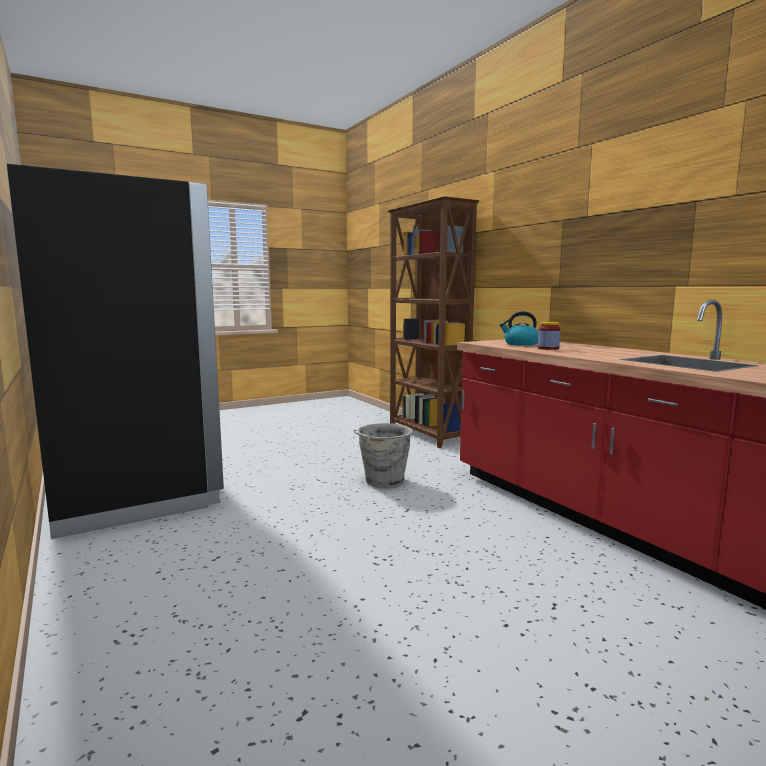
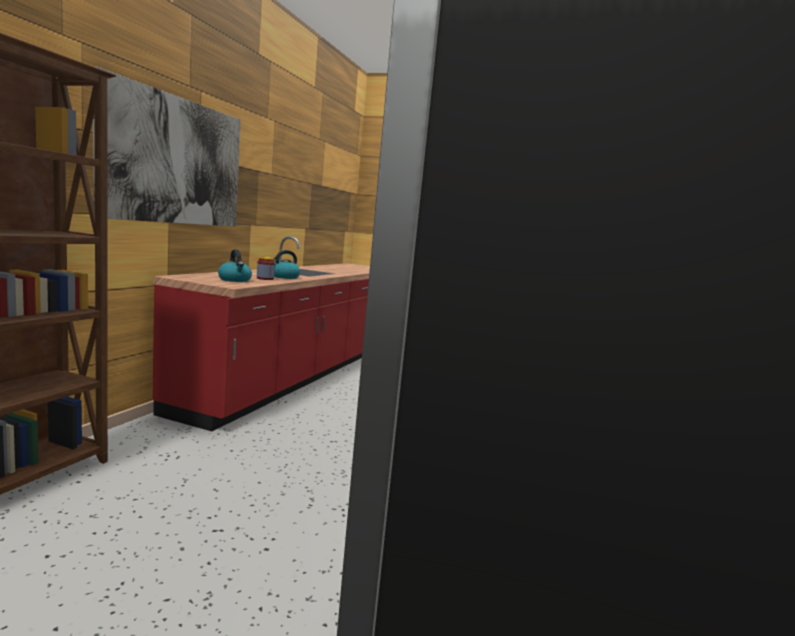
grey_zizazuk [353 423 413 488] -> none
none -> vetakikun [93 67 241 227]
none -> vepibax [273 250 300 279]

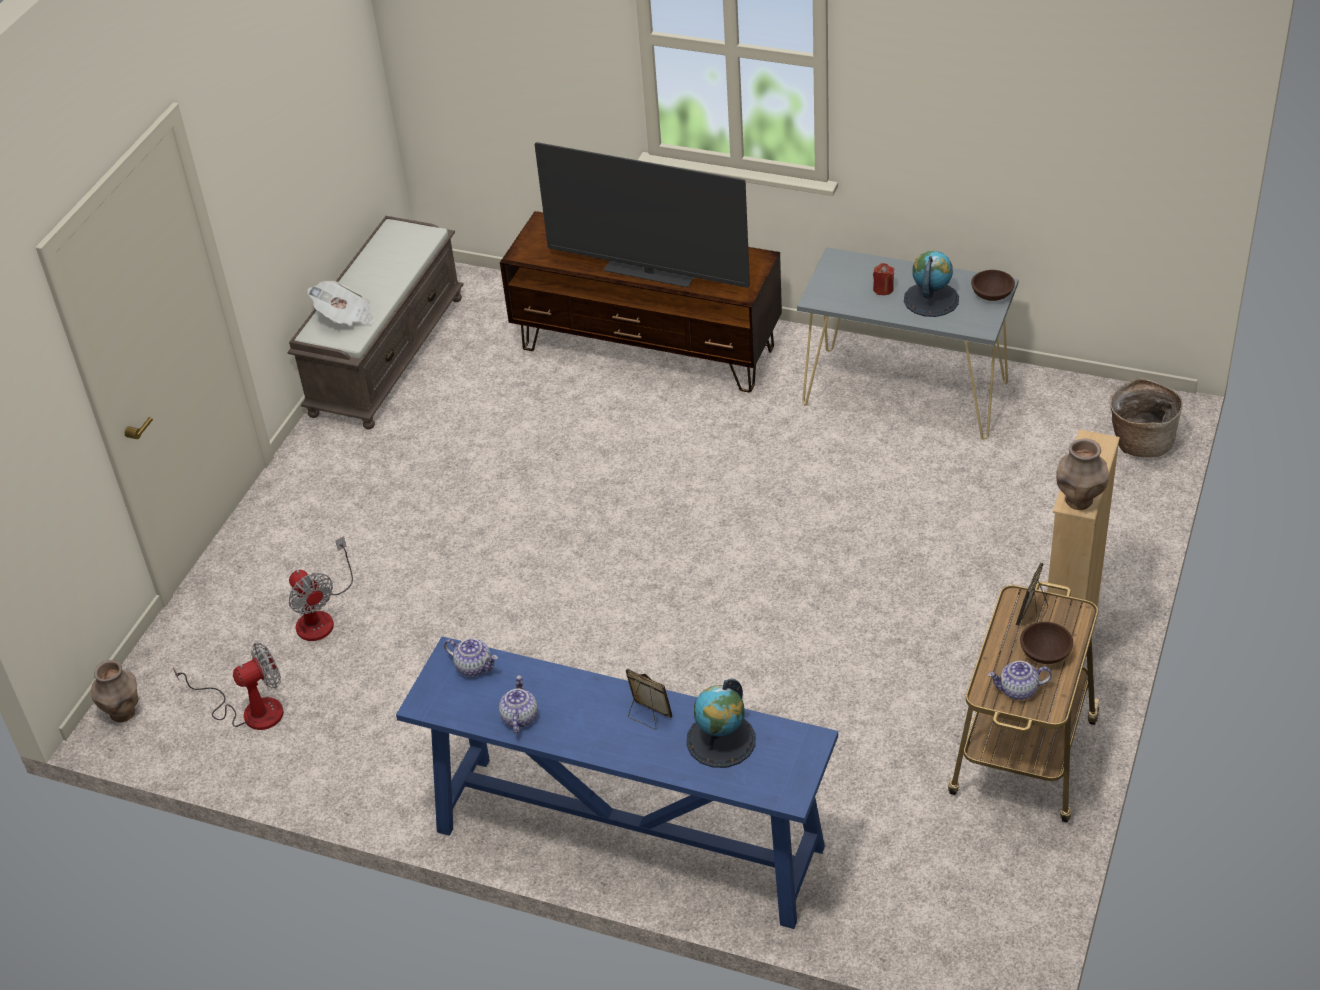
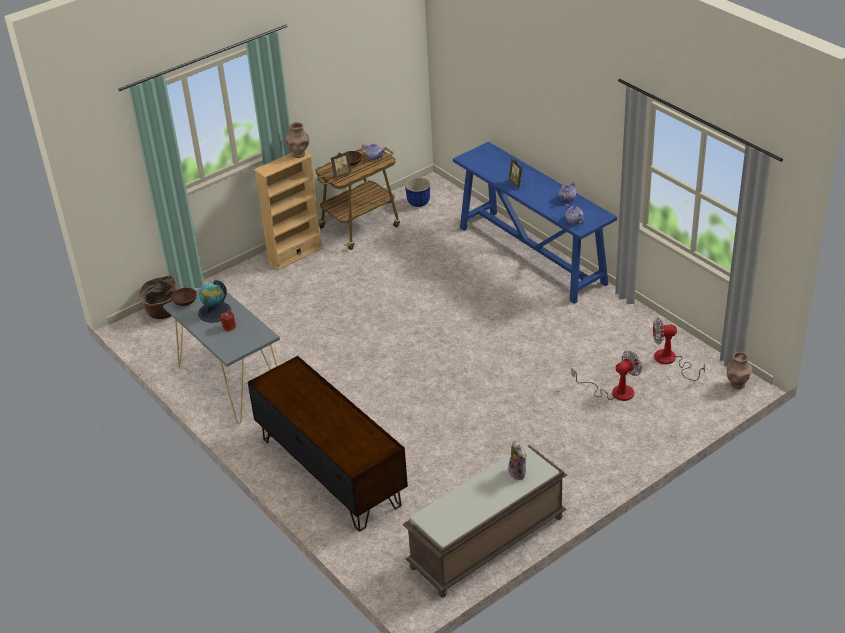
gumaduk [288 536 353 641] -> gumaduk [571 351 642 401], 60 degrees clockwise
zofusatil [307 281 374 325] -> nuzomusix [508 441 527 480]
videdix [535 142 750 288] -> none
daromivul [686 679 756 768] -> none
none -> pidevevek [405 178 430 207]

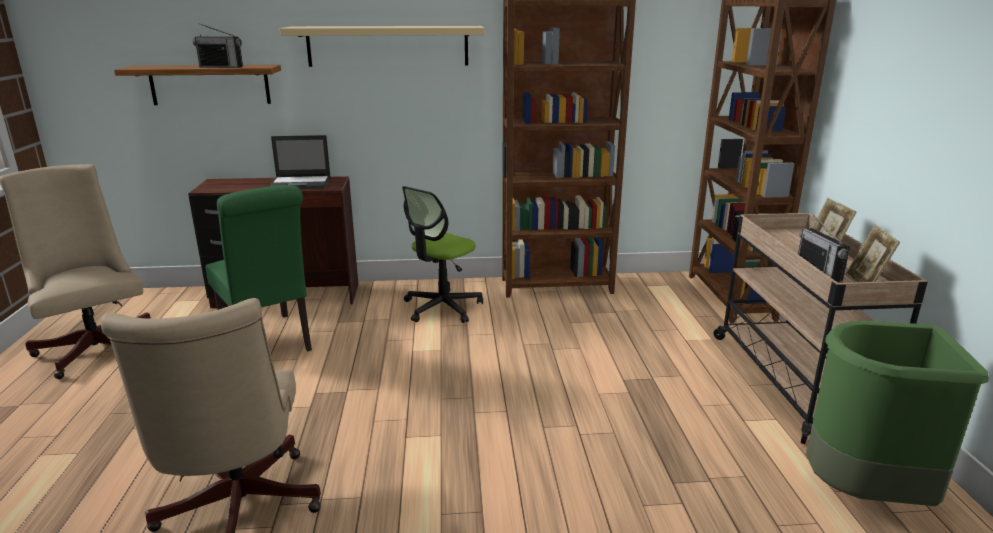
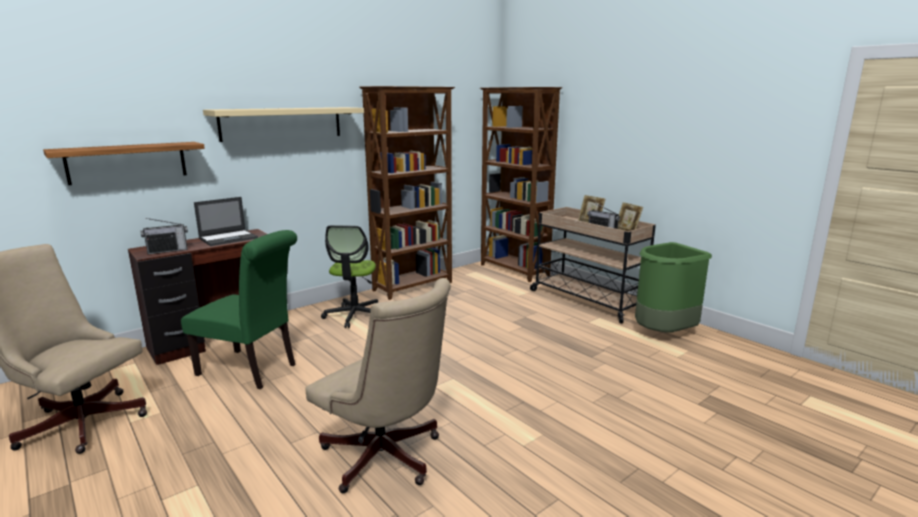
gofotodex [193 23 243 68] -> gofotodex [140 218 188 255], shifted

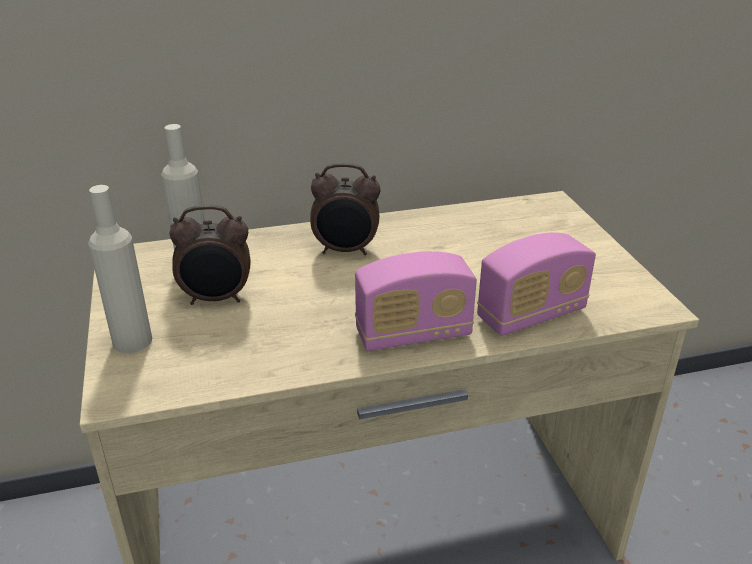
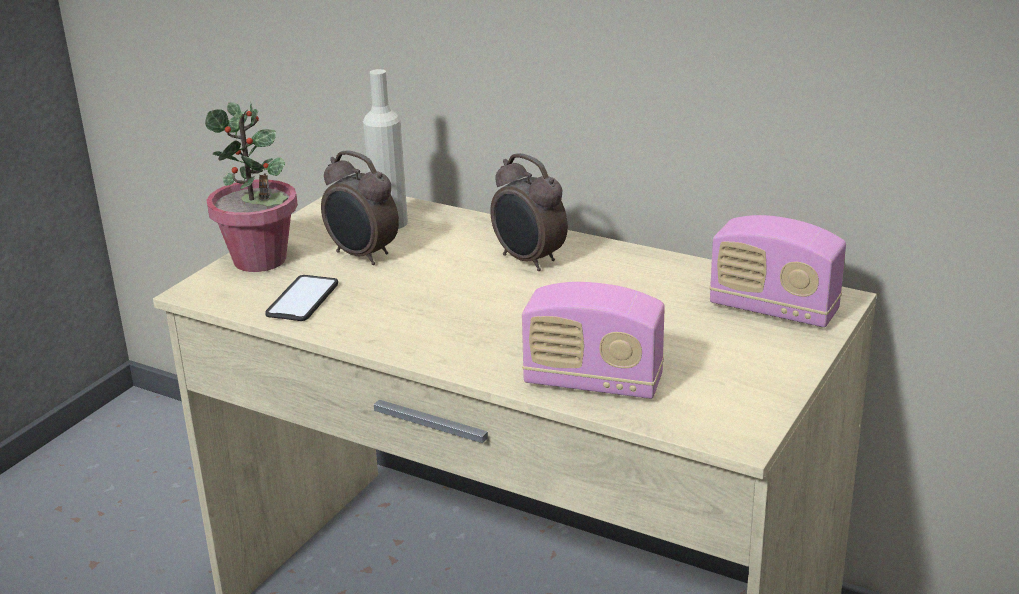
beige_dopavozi [88 185 152 353] -> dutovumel [205 102 298 272]
gofotodex [355 251 477 351] -> gofotodex [709 215 846 328], shifted
none -> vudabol [265 275 338 321]

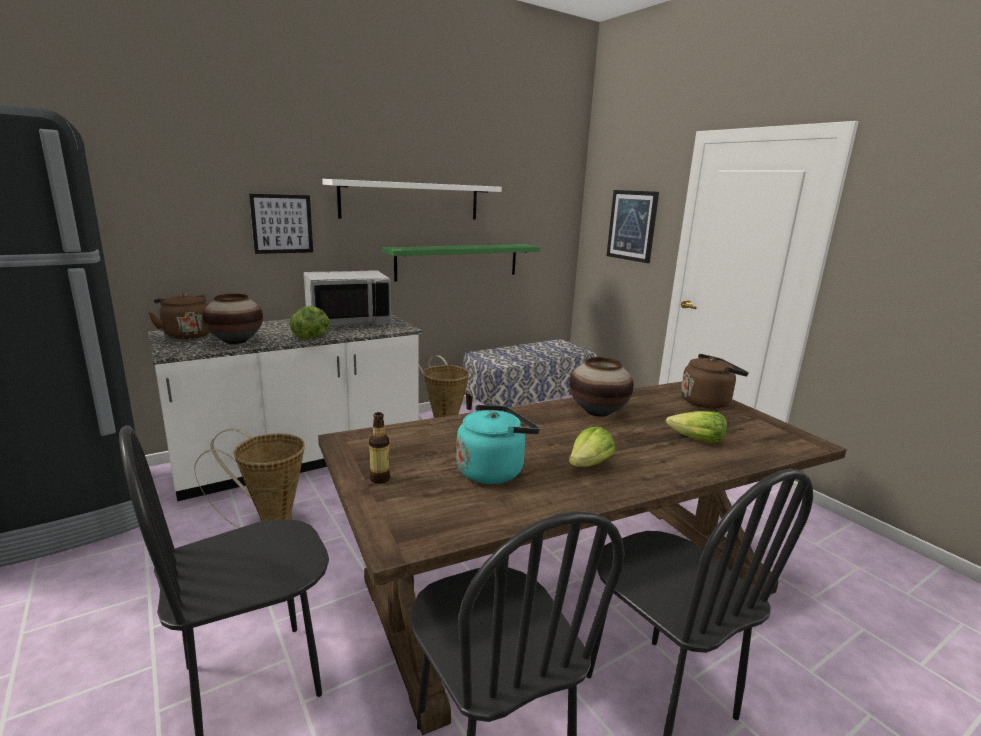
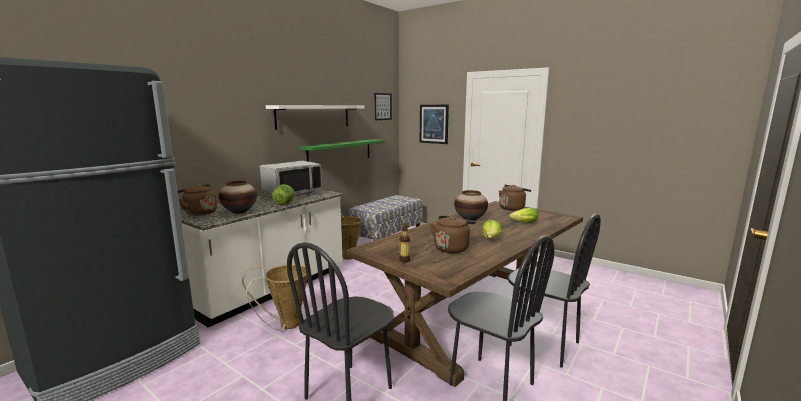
vetakikun [249 194 313 254] -> vetakikun [374 93 392 120], shifted
turquoise_vepibax [456 405 540 484] -> brown_vepibax [430 216 476 253]

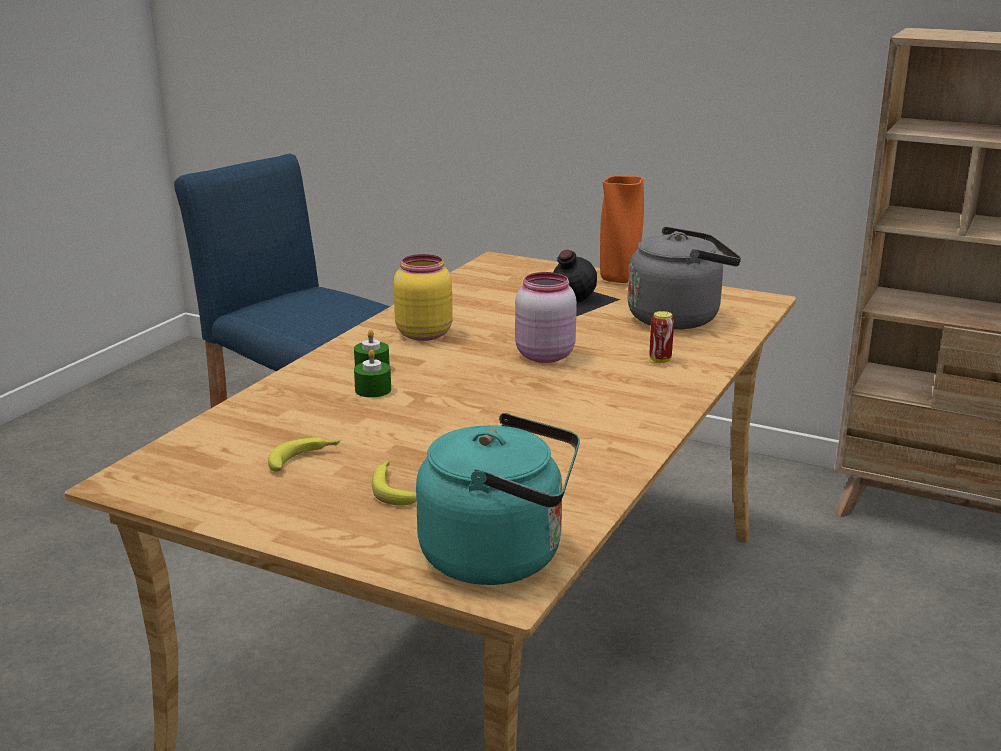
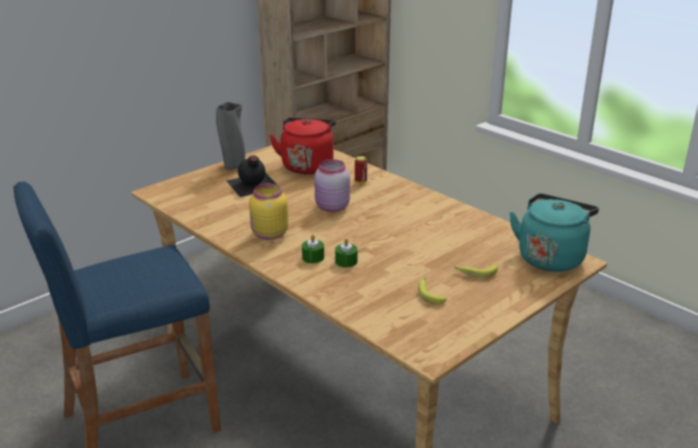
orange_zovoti [600 176 644 283] -> grey_zovoti [216 102 245 170]
grey_vepibax [628 227 741 329] -> red_vepibax [269 118 336 174]

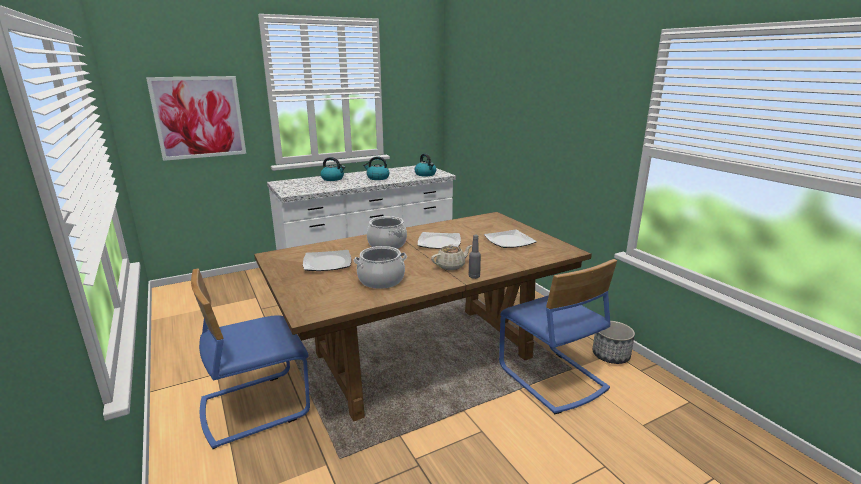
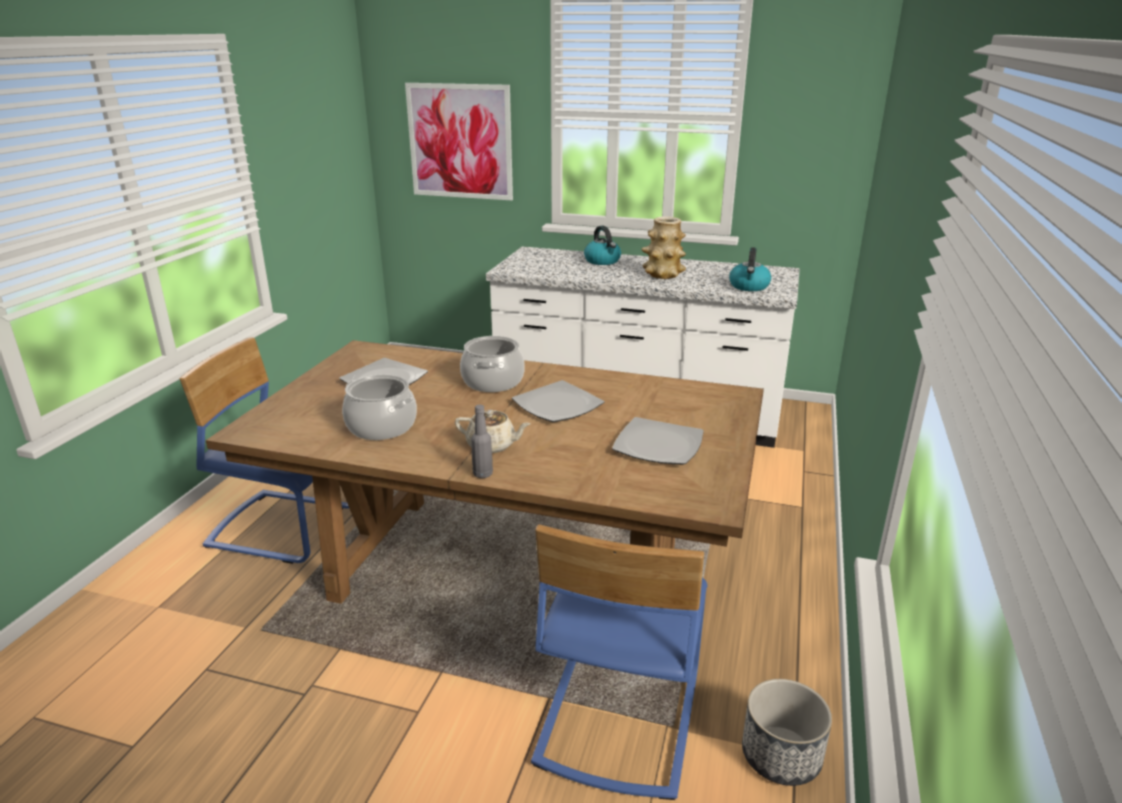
vepibax [363 156 390 180] -> zovoti [642 216 686 279]

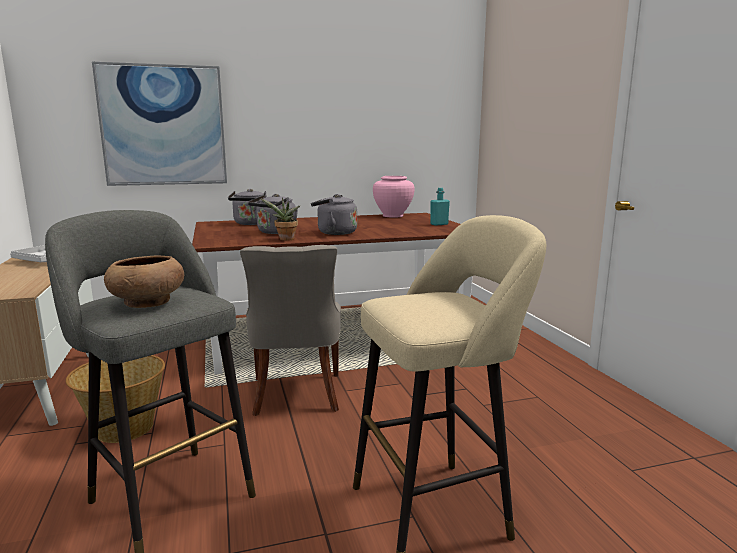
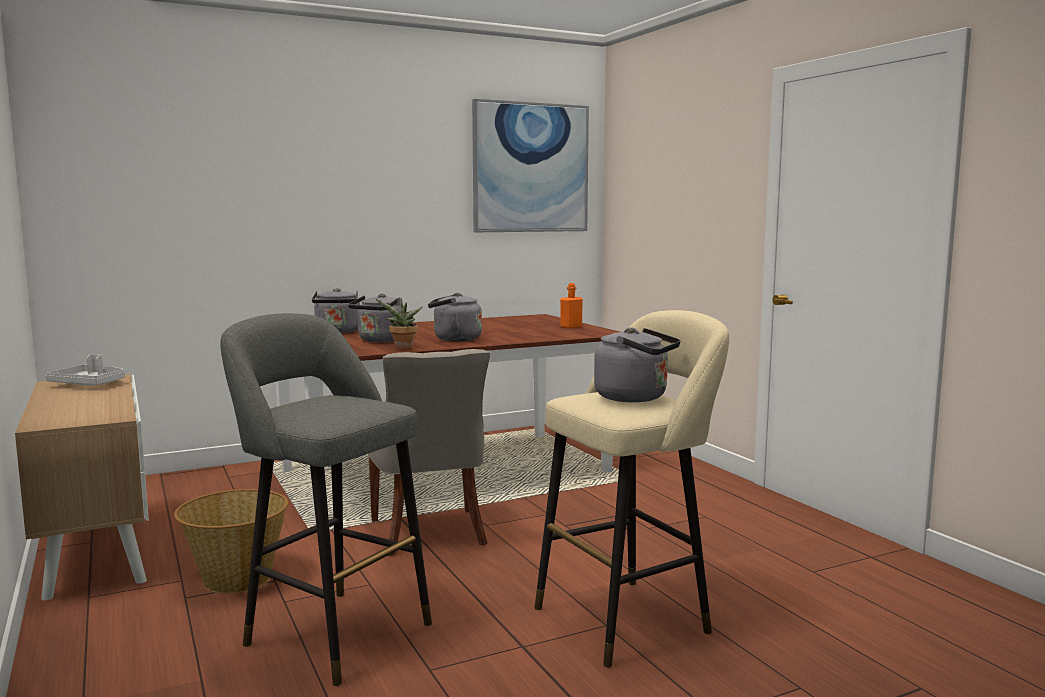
vetakikun [92 62 227 186] -> vetakikun [472 99 589 232], shifted
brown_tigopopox [104 256 184 308] -> none
pink_zovoti [373 176 414 218] -> none
turquoise_dopavozi [430 188 450 226] -> orange_dopavozi [560 283 583 328]
none -> grey_vepibax [594 327 680 402]

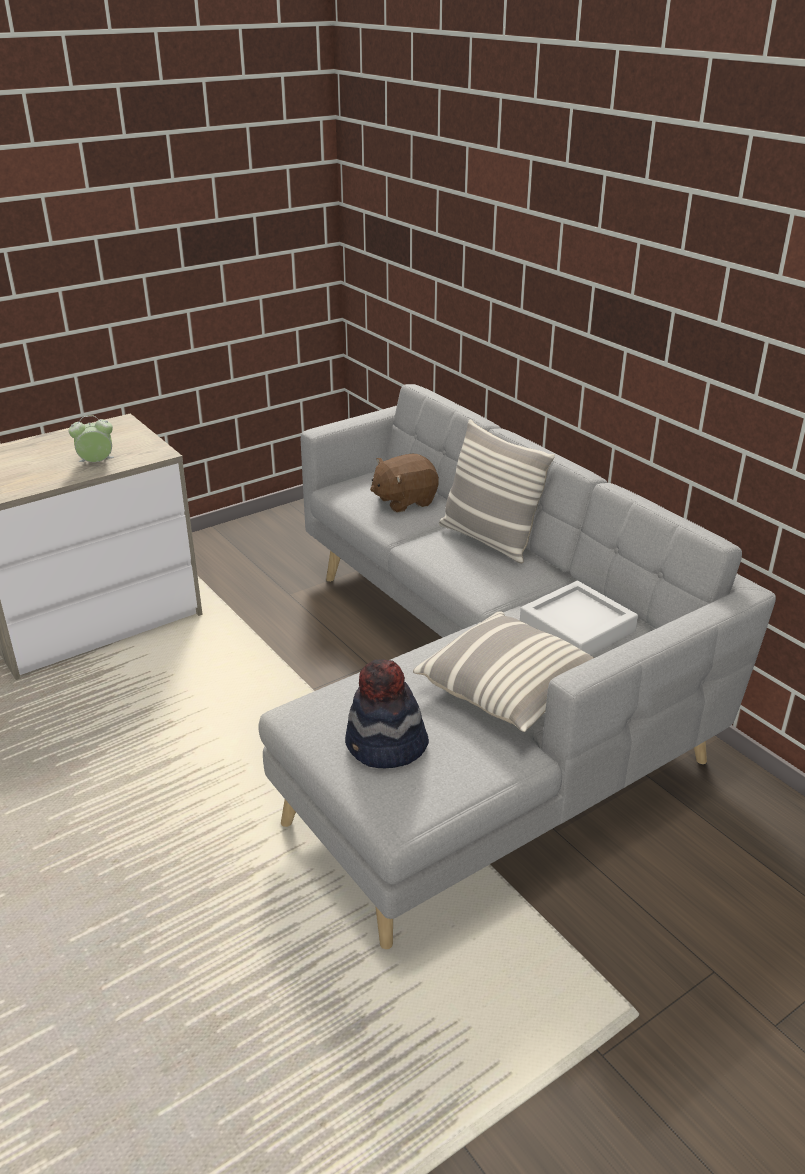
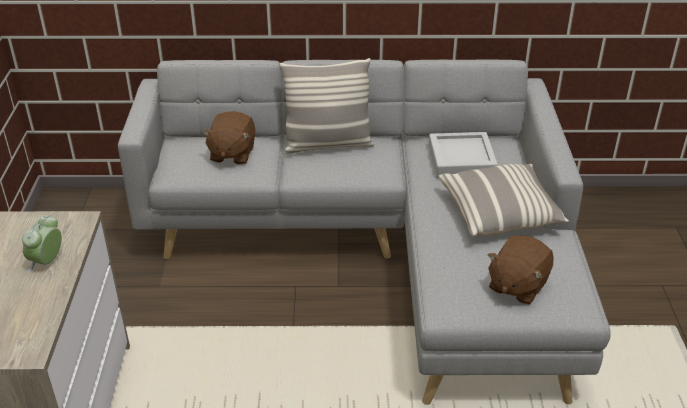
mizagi [345 659 429 768] -> brown_nuzomusix [488 236 553 304]

